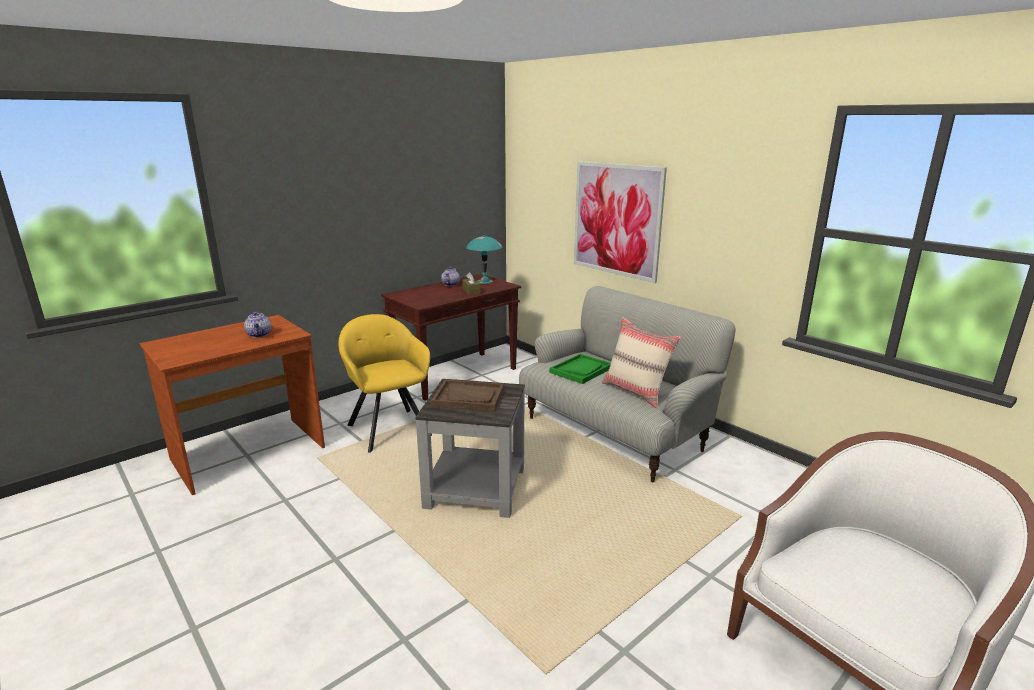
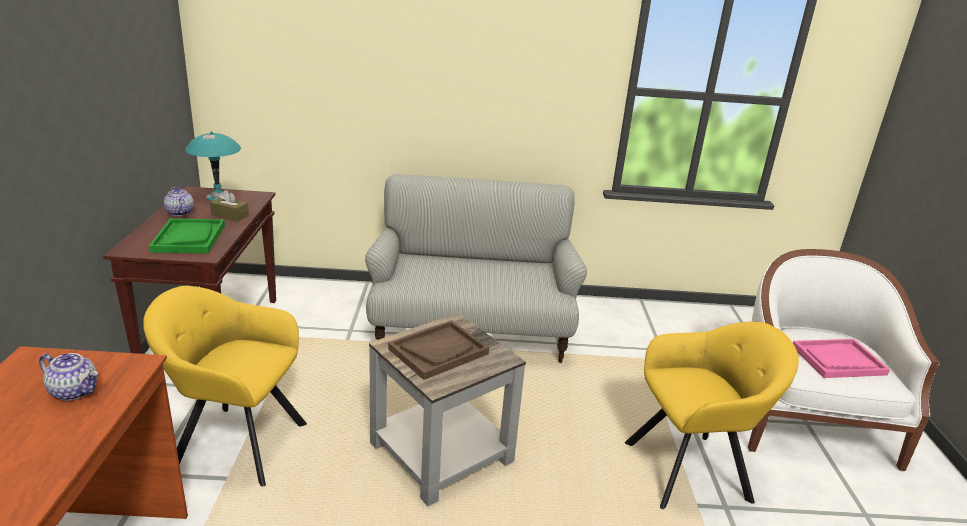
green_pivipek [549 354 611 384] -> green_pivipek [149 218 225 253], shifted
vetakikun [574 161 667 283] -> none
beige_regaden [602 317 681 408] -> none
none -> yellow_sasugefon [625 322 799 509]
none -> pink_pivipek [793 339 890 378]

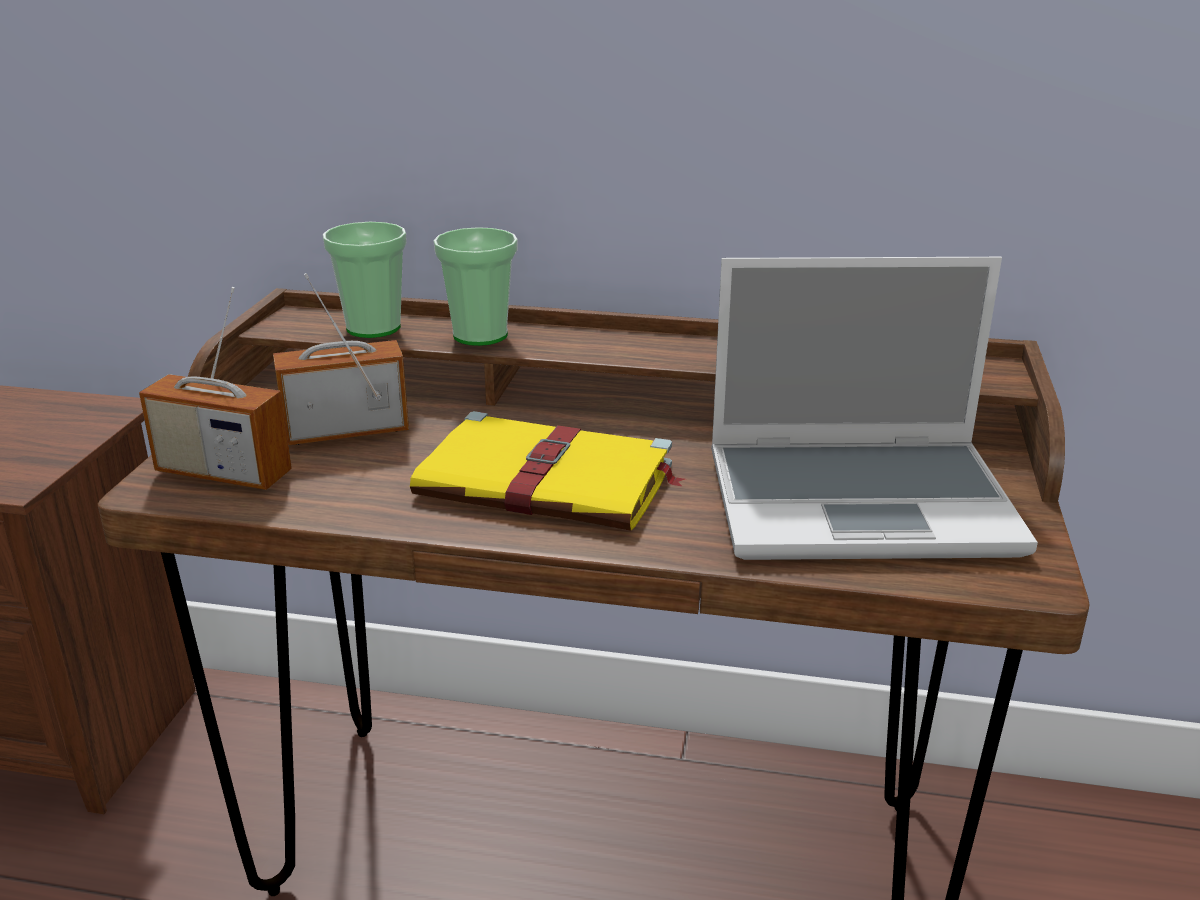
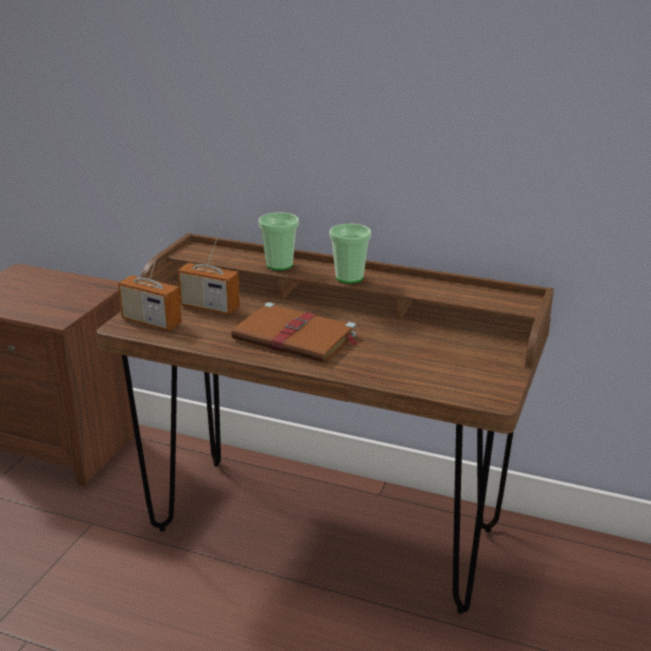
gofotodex [273 273 409 445] -> gofotodex [178 226 240 315], 150 degrees counterclockwise
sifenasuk [323 222 407 338] -> sifenasuk [329 224 371 283], shifted
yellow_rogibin [410 411 685 531] -> brown_rogibin [231 302 359 362]
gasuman [711 257 1038 560] -> none

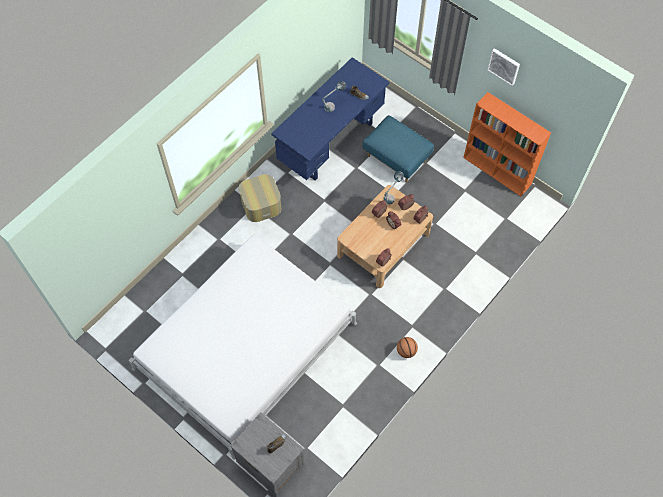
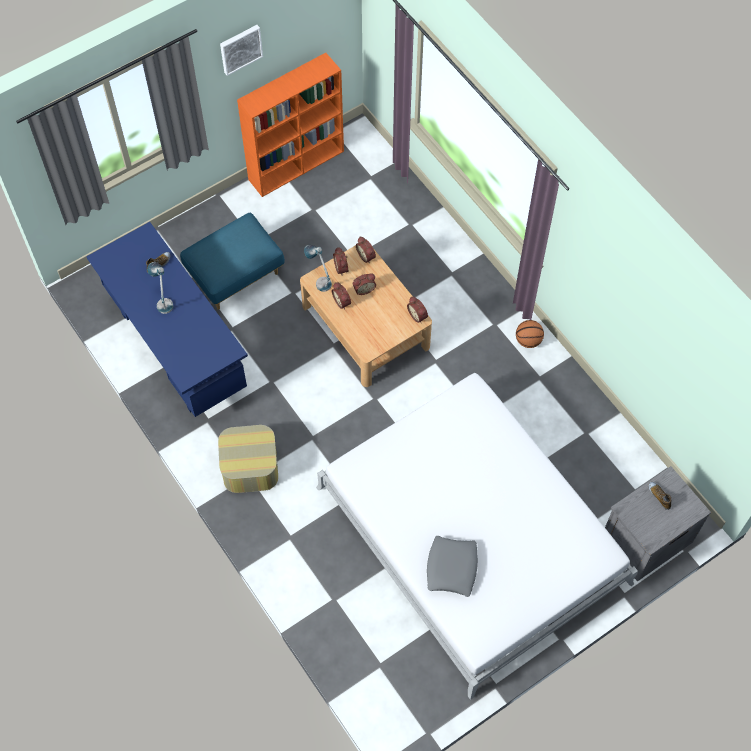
none -> grey_regaden [427 536 478 597]

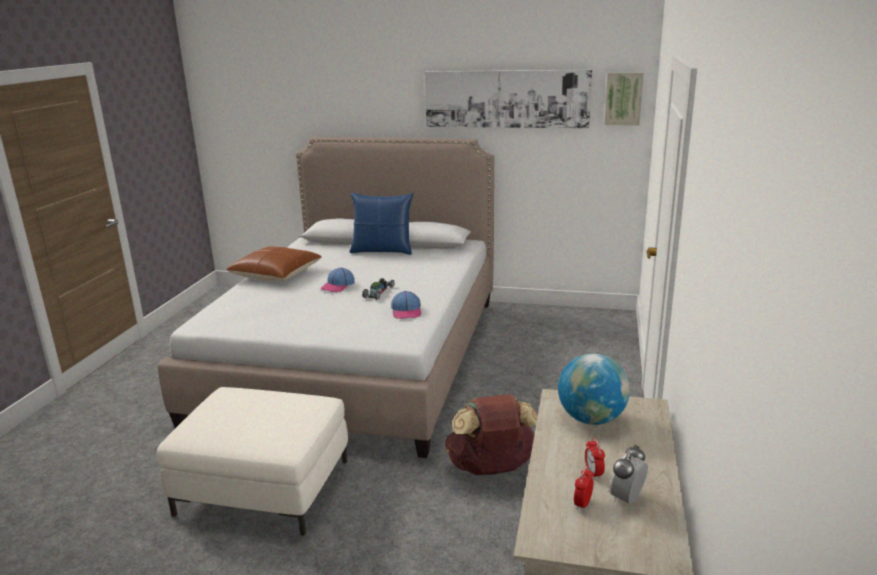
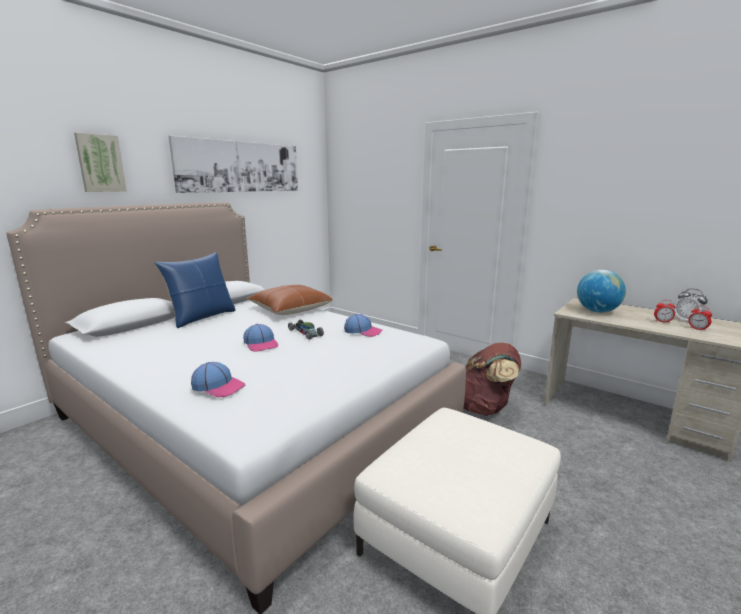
brown_regaden [226 247 322 281] -> brown_regaden [247 285 333 315], shifted
vetakikun [604 73 643 125] -> vetakikun [74 133 127 192], shifted
none -> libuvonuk [191 362 245 397]

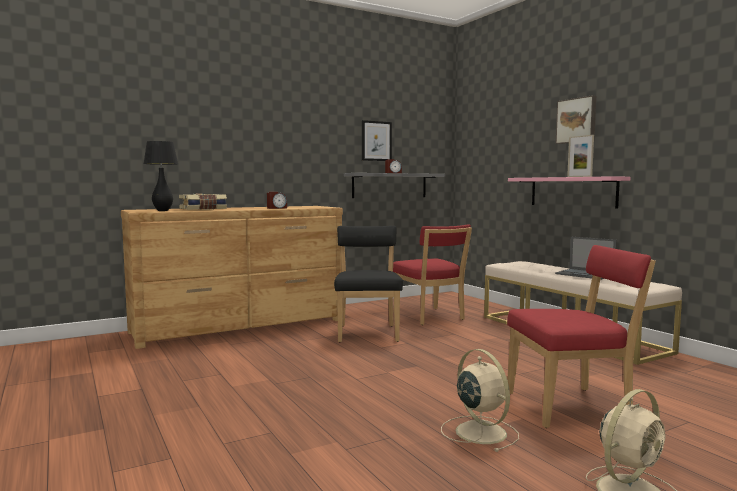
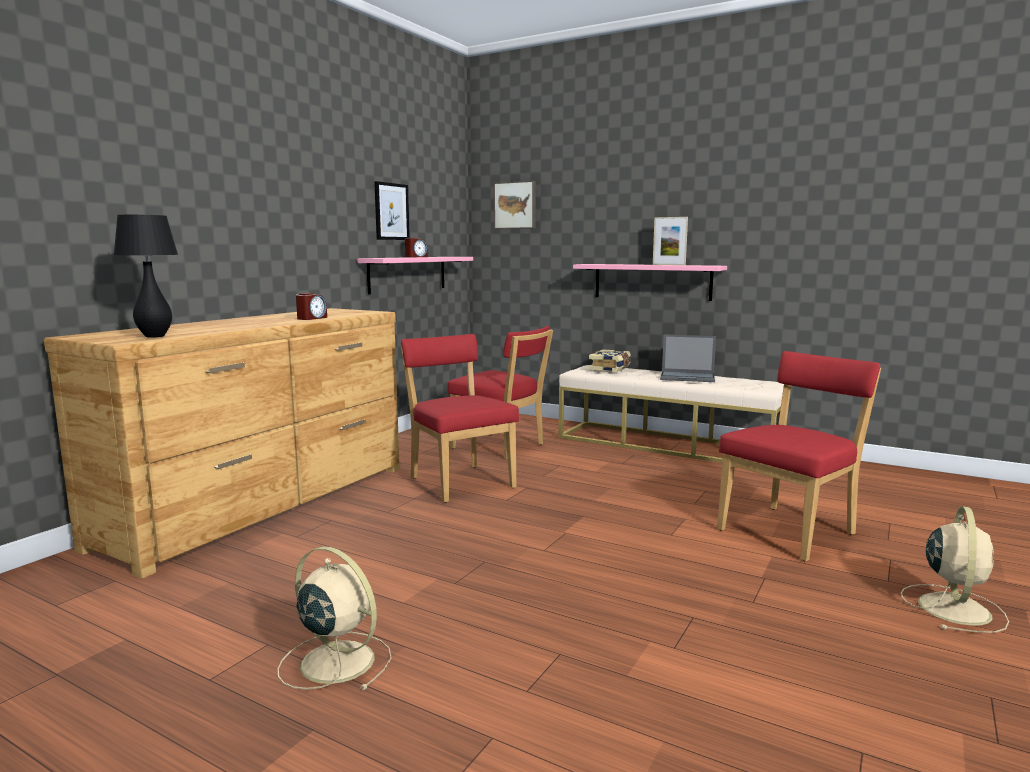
rogibin [179 193 227 210] -> rogibin [589 349 631 372], shifted
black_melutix [334 226 403 342] -> red_melutix [401 334 519 503]
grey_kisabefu [344 173 445 198] -> pink_kisabefu [357 257 473 294]
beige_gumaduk [441 349 519 452] -> beige_gumaduk [277 546 392 690], shifted
vetakikun [556 95 596 144] -> vetakikun [494 181 536 229], shifted

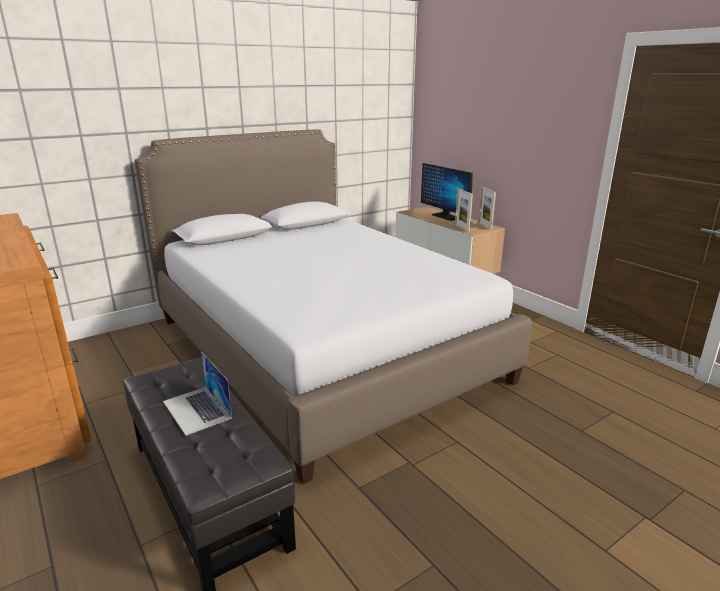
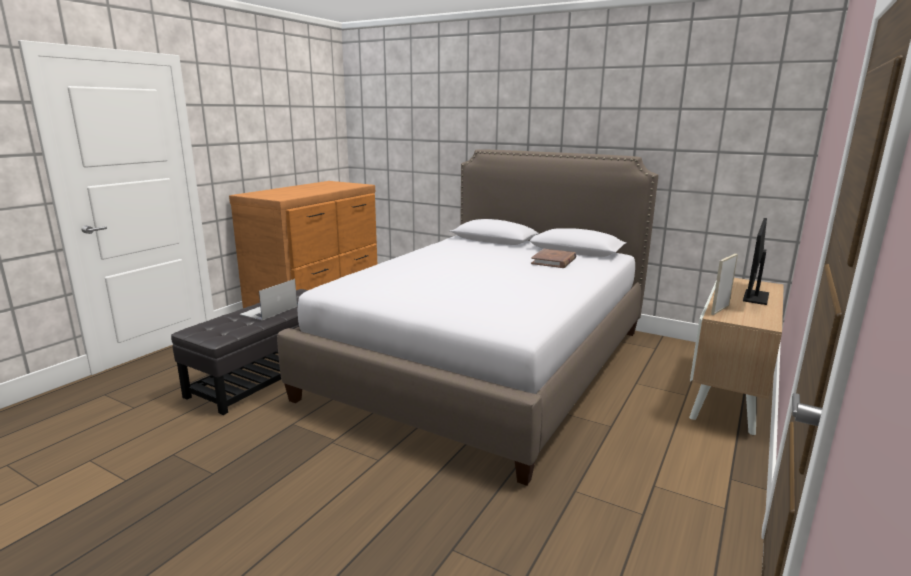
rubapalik [478 187 496 230] -> none
none -> brown_rogibin [531 249 576 268]

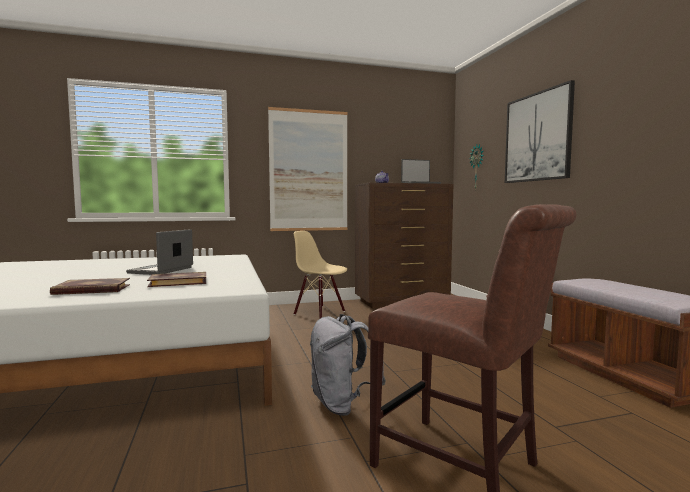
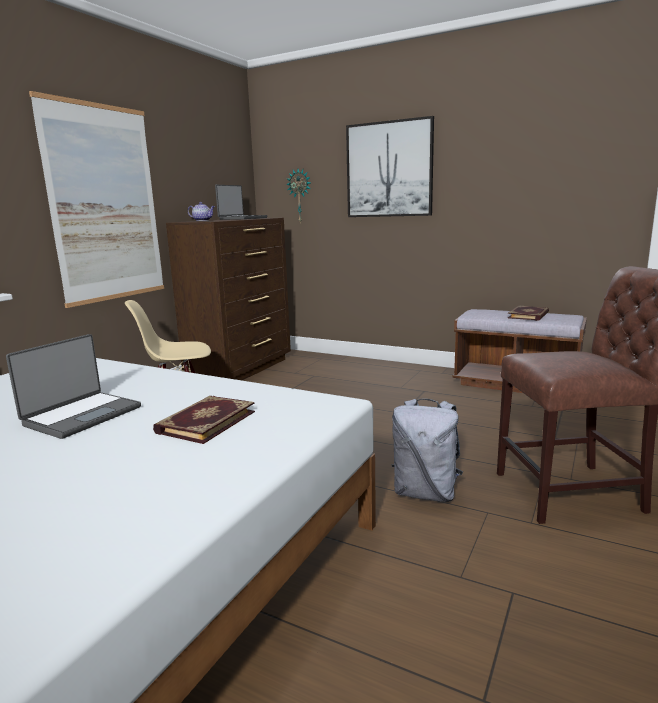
rogibin [50 278 130 295] -> rogibin [508 305 549 321], shifted
gasuman [126 229 193 275] -> gasuman [6 334 141 439], 120 degrees counterclockwise

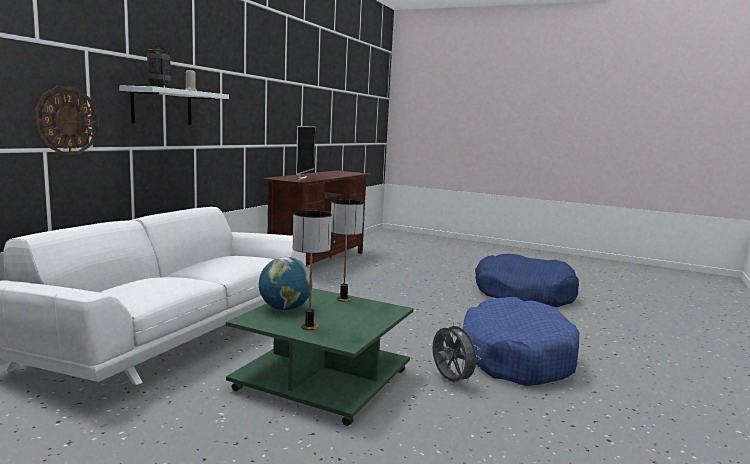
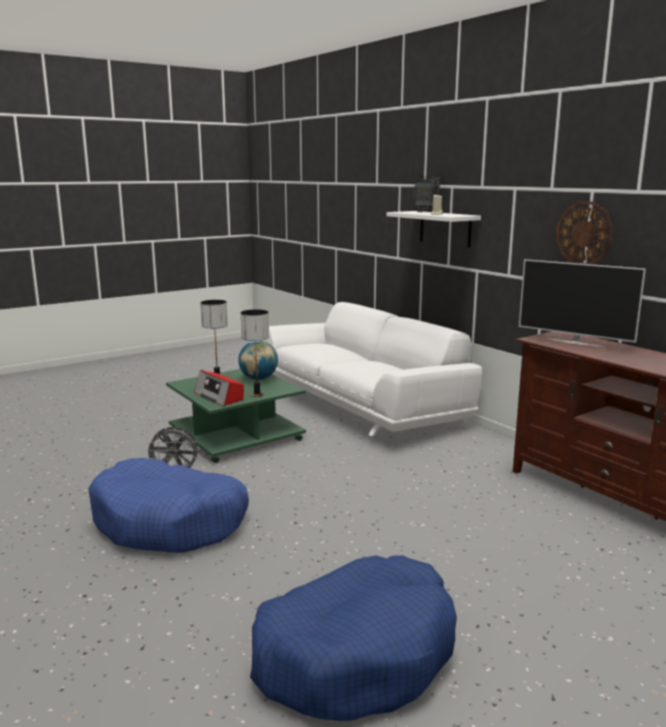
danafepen [35 86 99 155] -> danafepen [556 201 613 264], shifted
none -> gofotodex [194 370 244 406]

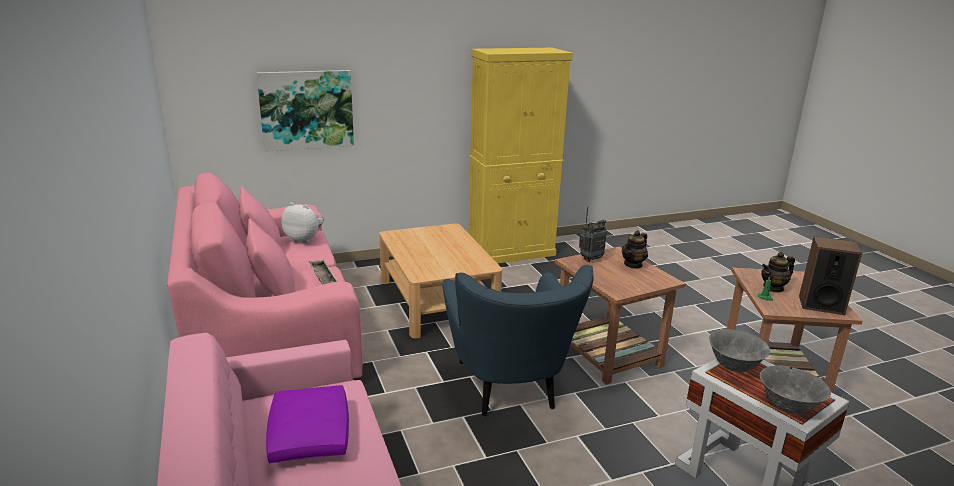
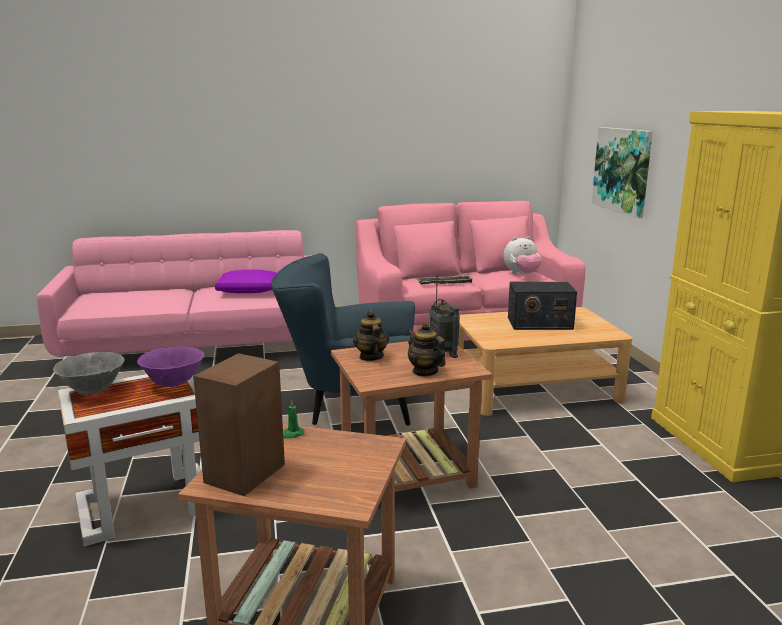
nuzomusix [281 202 324 244] -> nuzomusix [503 236 542 274], 45 degrees clockwise
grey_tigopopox [709 329 770 372] -> purple_tigopopox [137 347 204 387]
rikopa [761 252 795 293] -> rikopa [353 310 389 361], shifted
none -> gofotodex [508 282 577 330]

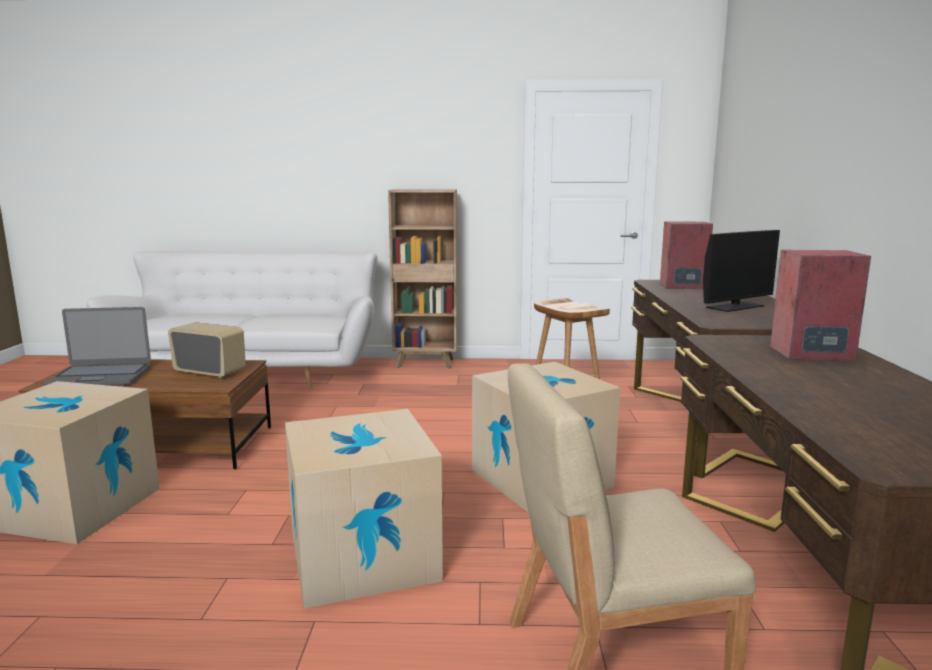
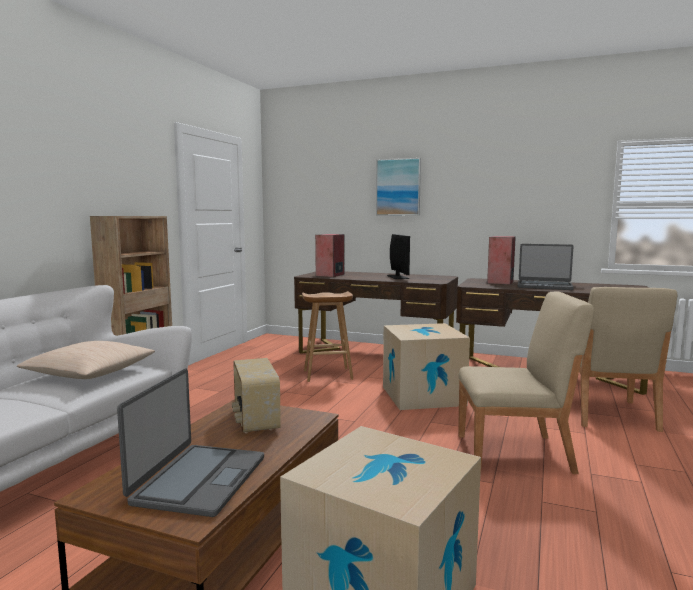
gofotodex [168 322 246 378] -> gofotodex [232 358 281 433], 60 degrees counterclockwise
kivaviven [285 409 443 608] -> beige_melutix [458 292 594 474]
none -> beige_regaden [17 341 155 379]
none -> vetakikun [376 158 421 215]
none -> gasuman [517 244 574 290]

